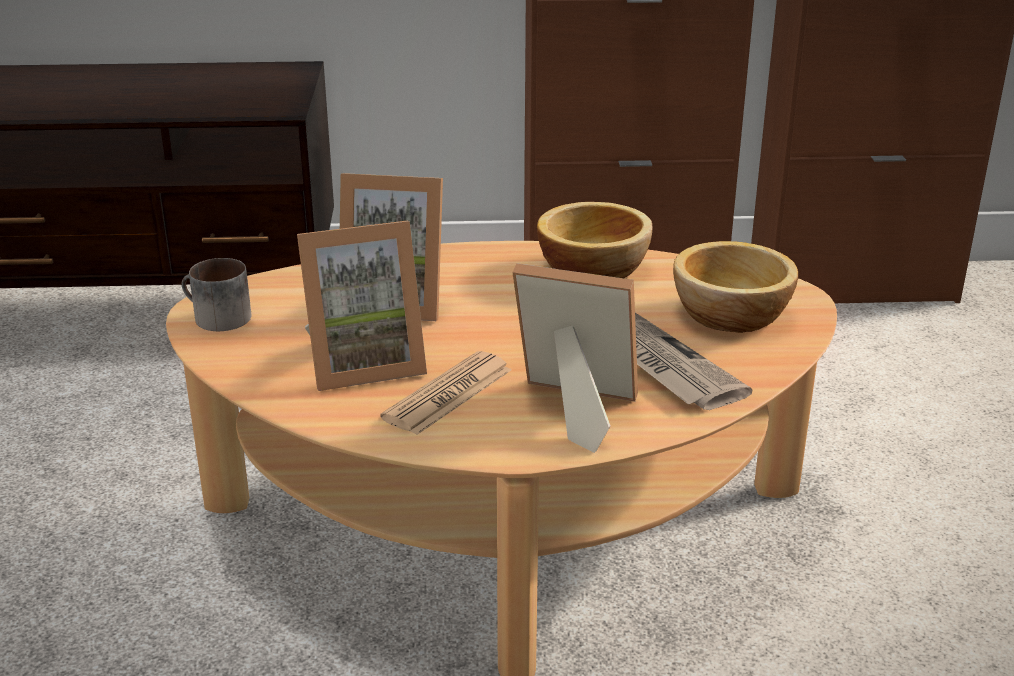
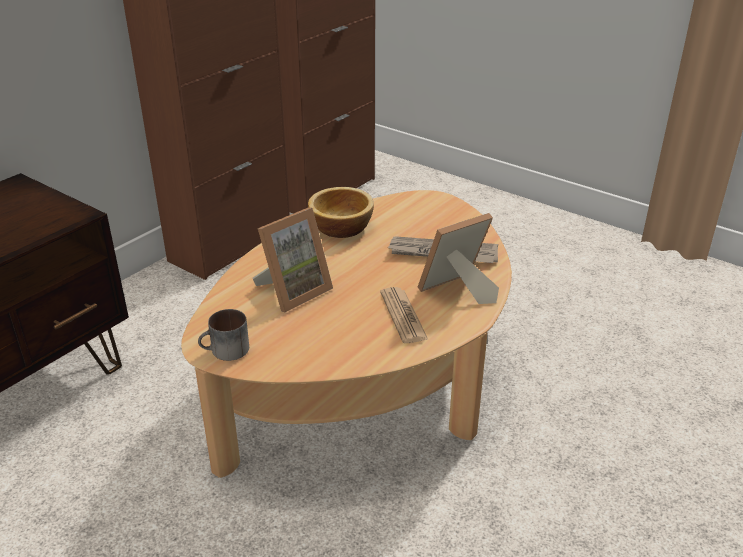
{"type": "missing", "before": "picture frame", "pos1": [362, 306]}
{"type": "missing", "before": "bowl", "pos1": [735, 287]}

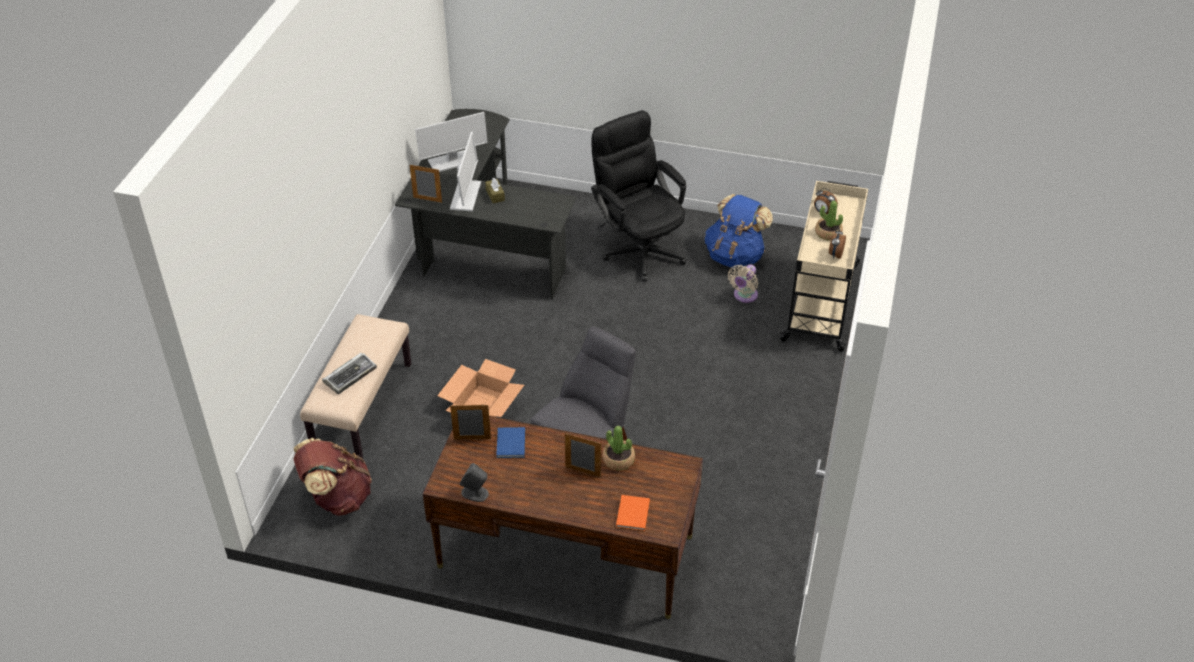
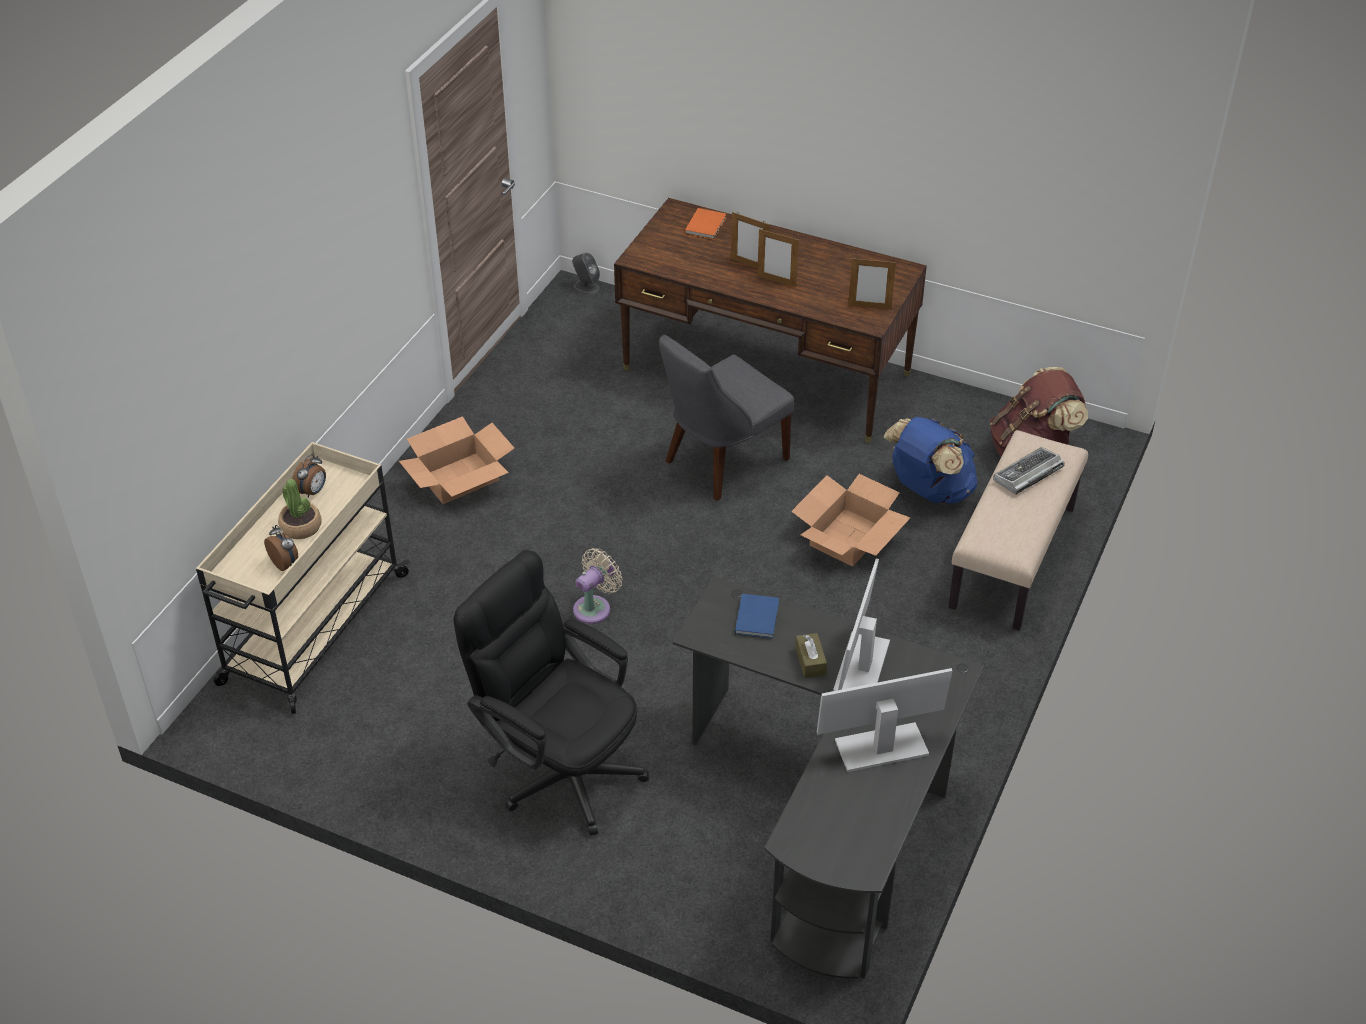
{"type": "relocated", "before": "picture frame", "pos1": [426, 183], "pos2": [778, 258]}
{"type": "relocated", "before": "speaker in grey", "pos1": [474, 482], "pos2": [586, 274]}
{"type": "relocated", "before": "book in blue", "pos1": [510, 442], "pos2": [757, 616]}
{"type": "spun", "before": "office chair in black", "pos1": [639, 196], "pos2": [551, 693], "turn": 150}
{"type": "missing", "before": "potted plant", "pos1": [618, 448]}
{"type": "relocated", "before": "backpack in blue", "pos1": [739, 231], "pos2": [931, 460]}
{"type": "relocated", "before": "fan in beige", "pos1": [743, 284], "pos2": [597, 586]}
{"type": "appeared", "after": "cardboard box", "pos2": [456, 460]}

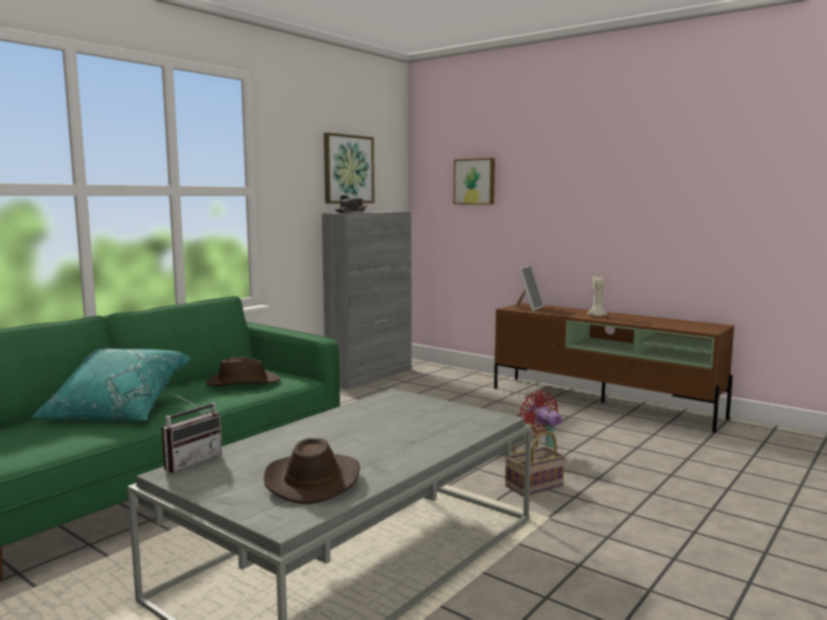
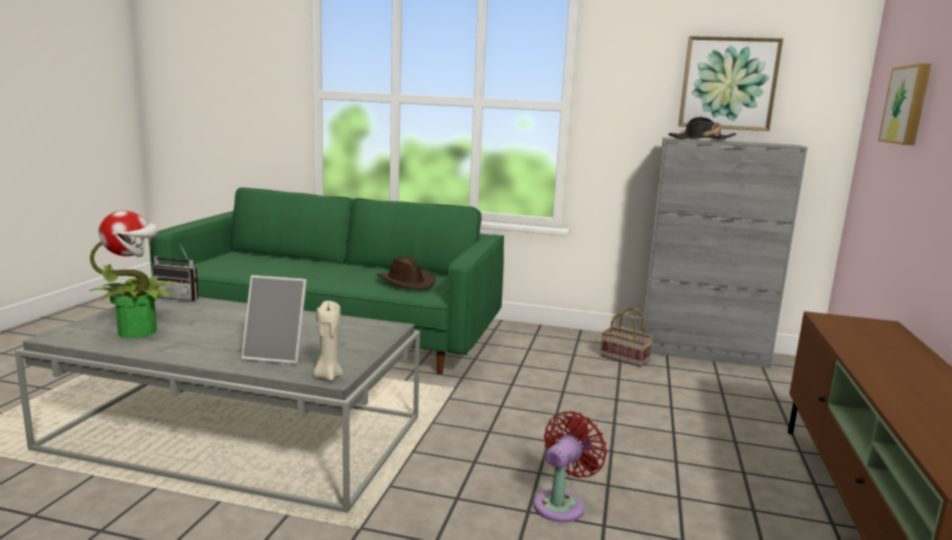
{"type": "missing", "before": "pillow in turquoise", "pos1": [111, 385]}
{"type": "exchanged", "before": "hat in brown", "after": "potted plant", "pos1": [312, 471], "pos2": [133, 274]}
{"type": "relocated", "before": "basket", "pos1": [535, 459], "pos2": [626, 337]}
{"type": "relocated", "before": "picture frame", "pos1": [529, 288], "pos2": [274, 319]}
{"type": "relocated", "before": "candle in beige", "pos1": [597, 296], "pos2": [328, 341]}

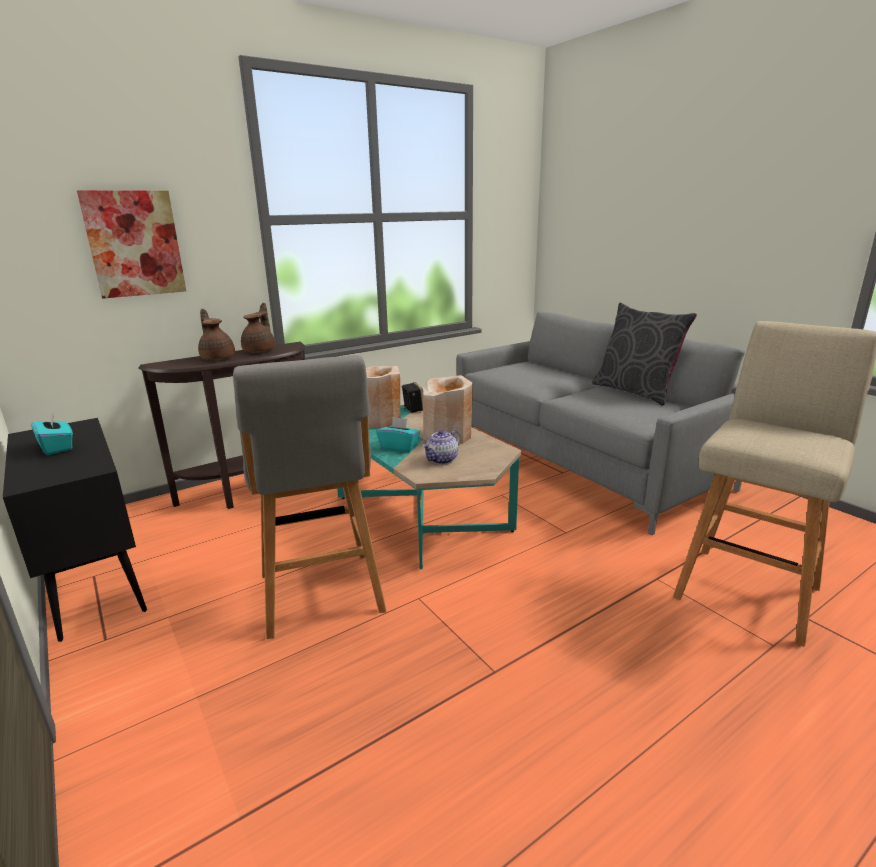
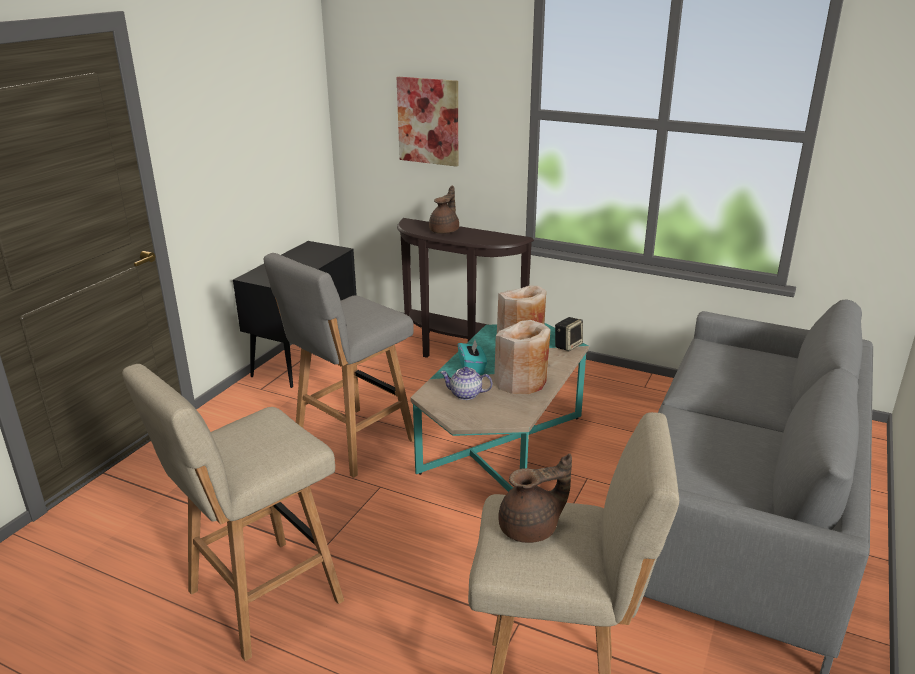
{"type": "missing", "before": "tissue box in turquoise", "pos1": [52, 433]}
{"type": "relocated", "before": "teapot in brown", "pos1": [258, 328], "pos2": [535, 498]}
{"type": "missing", "before": "pillow in grey", "pos1": [644, 354]}
{"type": "appeared", "after": "stool in beige", "pos2": [233, 512]}

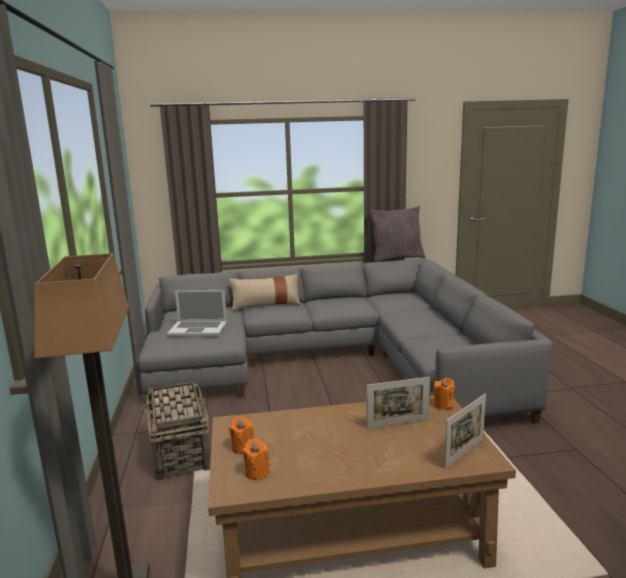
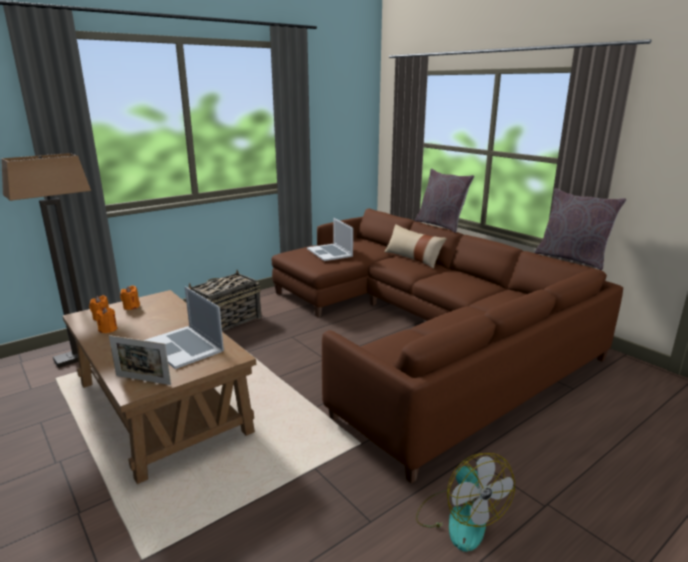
{"type": "colour", "before": "sofa in grey", "after": "sofa in brown", "pos1": [345, 341], "pos2": [447, 345]}
{"type": "exchanged", "before": "picture frame", "after": "laptop", "pos1": [398, 403], "pos2": [184, 327]}
{"type": "relocated", "before": "candle in orange", "pos1": [443, 394], "pos2": [106, 320]}
{"type": "appeared", "after": "pillow in grey", "pos2": [444, 200]}
{"type": "appeared", "after": "fan", "pos2": [465, 502]}

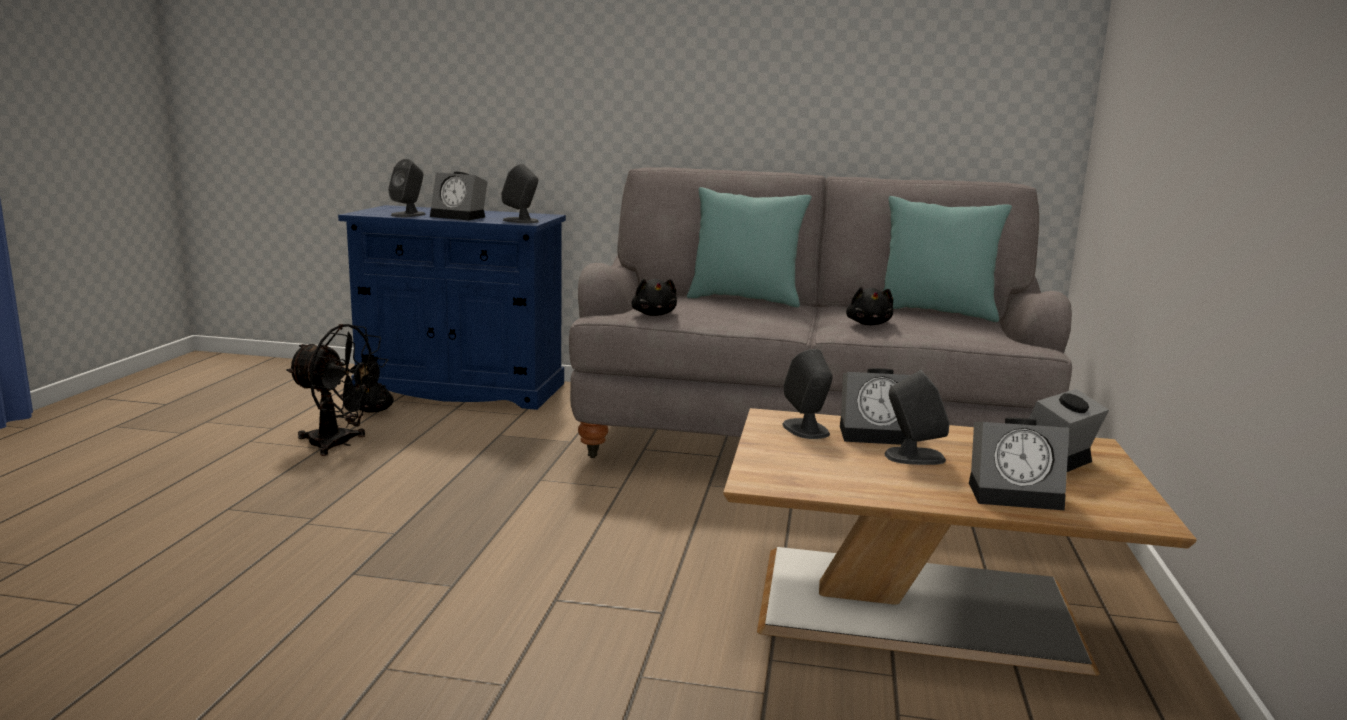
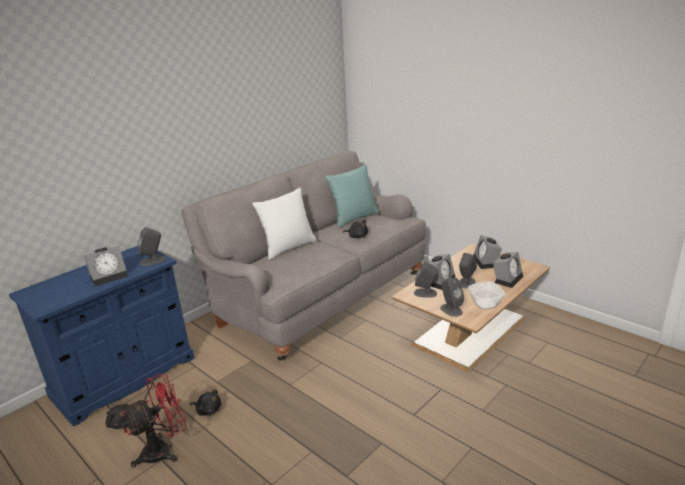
{"type": "colour", "before": "fan in black", "after": "fan in red", "pos1": [337, 390], "pos2": [153, 421]}
{"type": "relocated", "before": "speaker in grey", "pos1": [407, 188], "pos2": [452, 297]}
{"type": "relocated", "before": "plush toy in black", "pos1": [654, 297], "pos2": [205, 402]}
{"type": "colour", "before": "pillow in turquoise", "after": "pillow in white", "pos1": [749, 247], "pos2": [285, 224]}
{"type": "appeared", "after": "bowl", "pos2": [486, 296]}

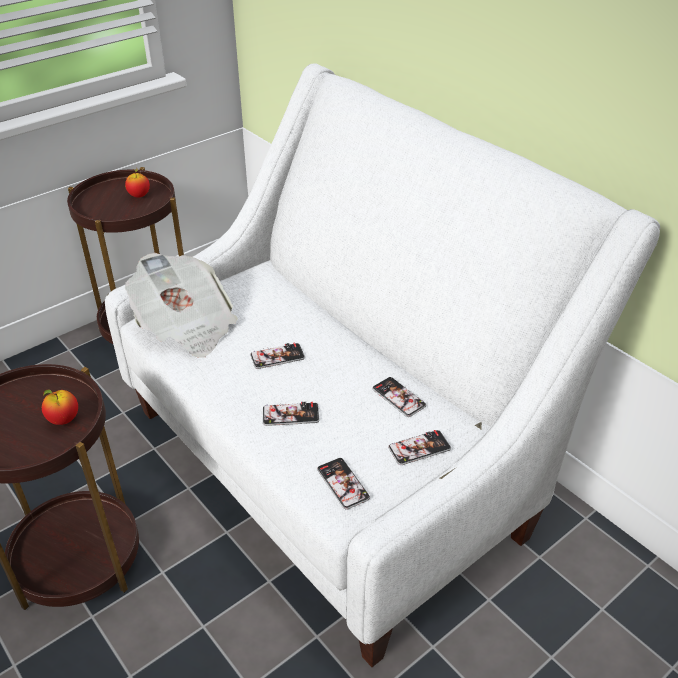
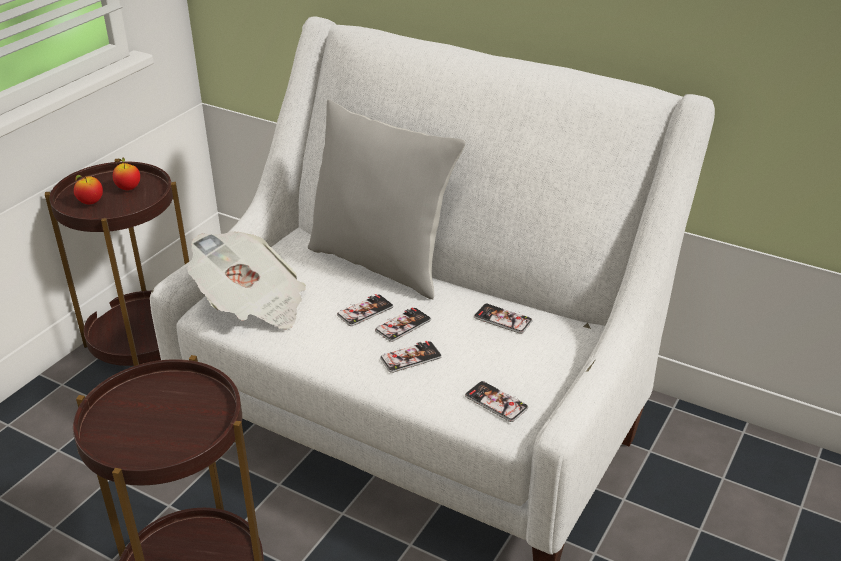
{"type": "relocated", "before": "apple", "pos1": [60, 407], "pos2": [88, 189]}
{"type": "relocated", "before": "phone", "pos1": [419, 447], "pos2": [403, 325]}
{"type": "appeared", "after": "pillow in grey", "pos2": [387, 199]}

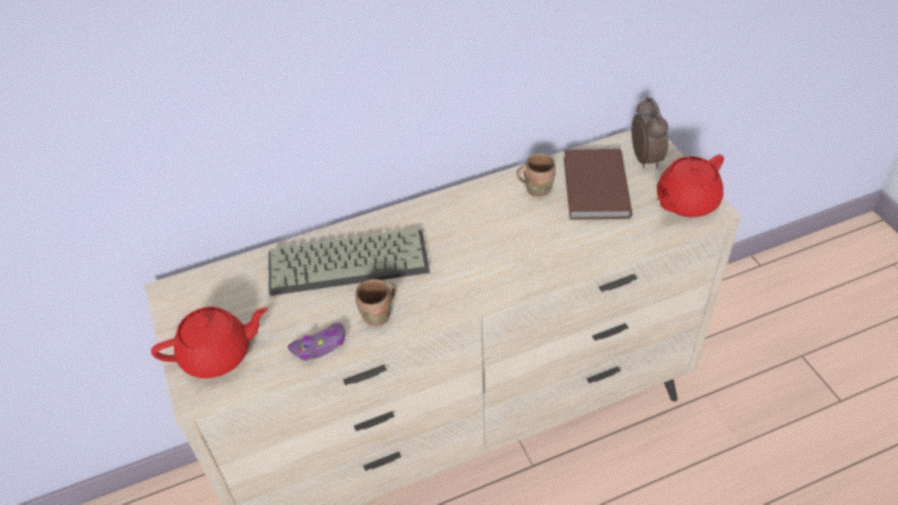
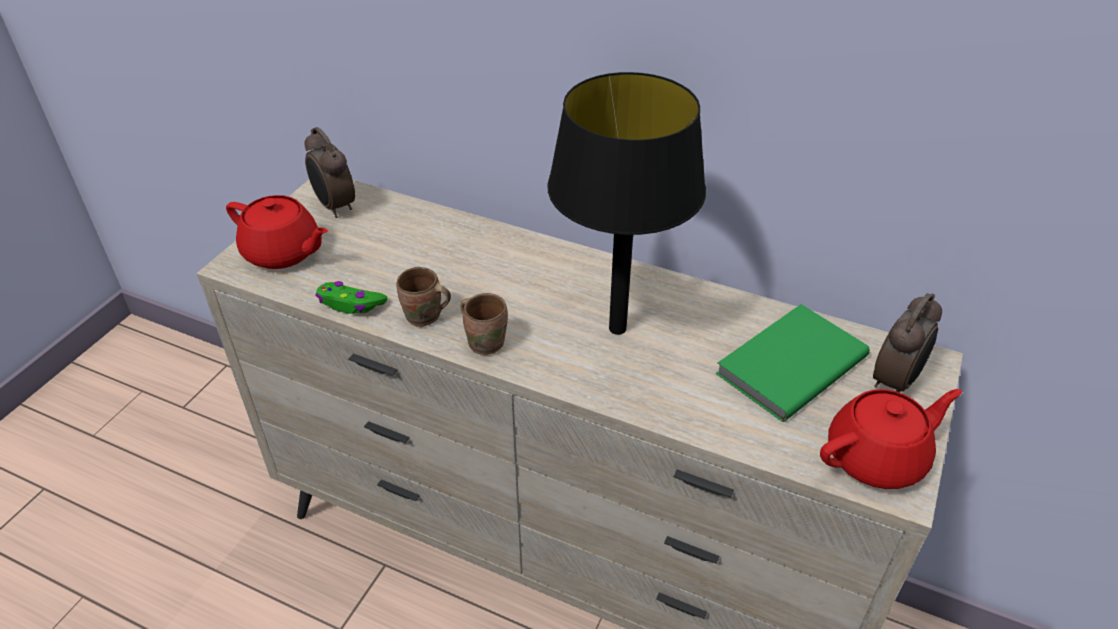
{"type": "missing", "before": "keyboard", "pos1": [349, 262]}
{"type": "colour", "before": "game controller in purple", "after": "game controller in green", "pos1": [316, 342], "pos2": [352, 297]}
{"type": "relocated", "before": "mug in brown", "pos1": [536, 175], "pos2": [484, 324]}
{"type": "colour", "before": "book in brown", "after": "book in green", "pos1": [598, 184], "pos2": [792, 363]}
{"type": "spun", "before": "teapot in red", "pos1": [690, 185], "pos2": [891, 439], "turn": 150}
{"type": "appeared", "after": "alarm clock", "pos2": [330, 172]}
{"type": "appeared", "after": "table lamp in black", "pos2": [626, 203]}

